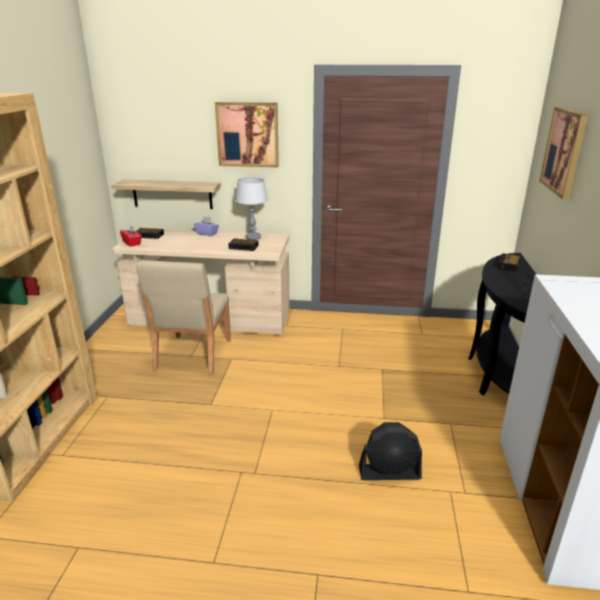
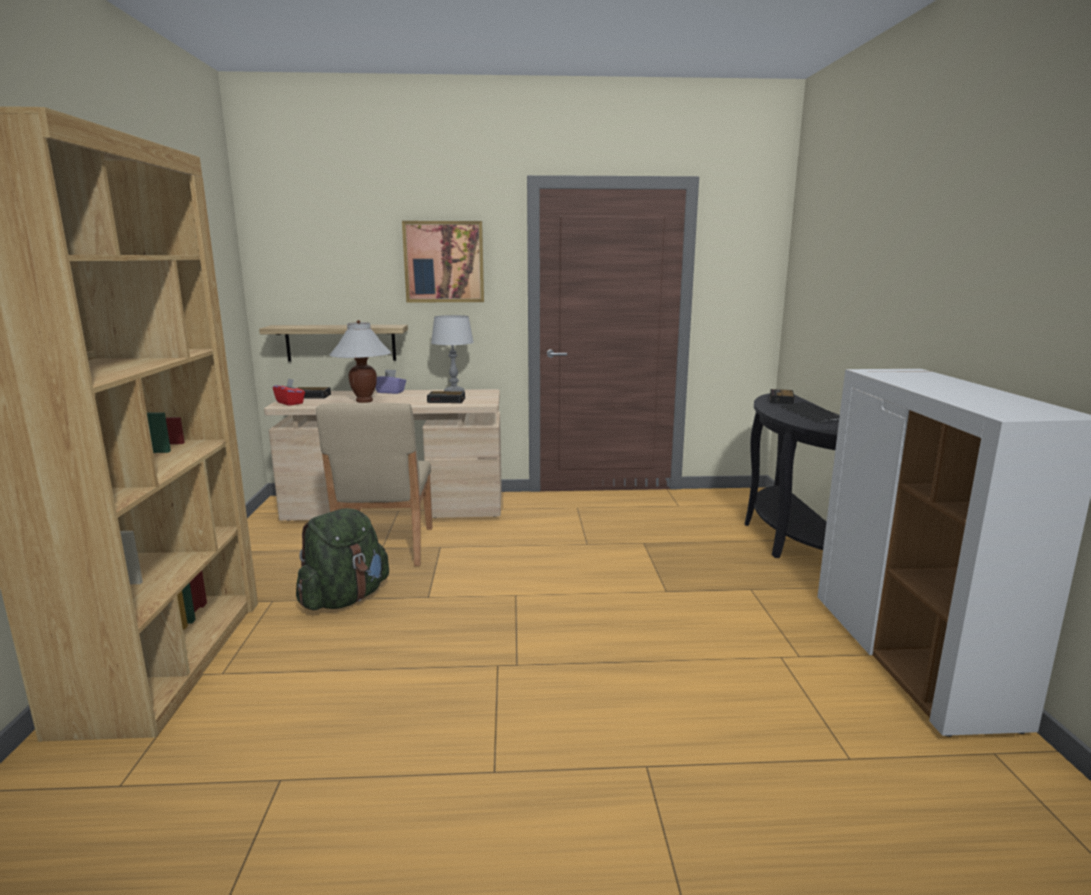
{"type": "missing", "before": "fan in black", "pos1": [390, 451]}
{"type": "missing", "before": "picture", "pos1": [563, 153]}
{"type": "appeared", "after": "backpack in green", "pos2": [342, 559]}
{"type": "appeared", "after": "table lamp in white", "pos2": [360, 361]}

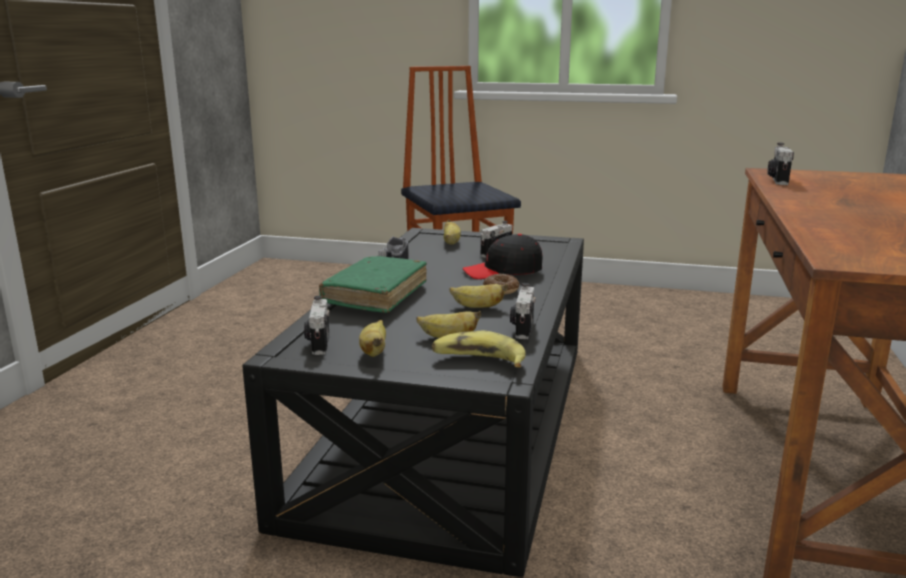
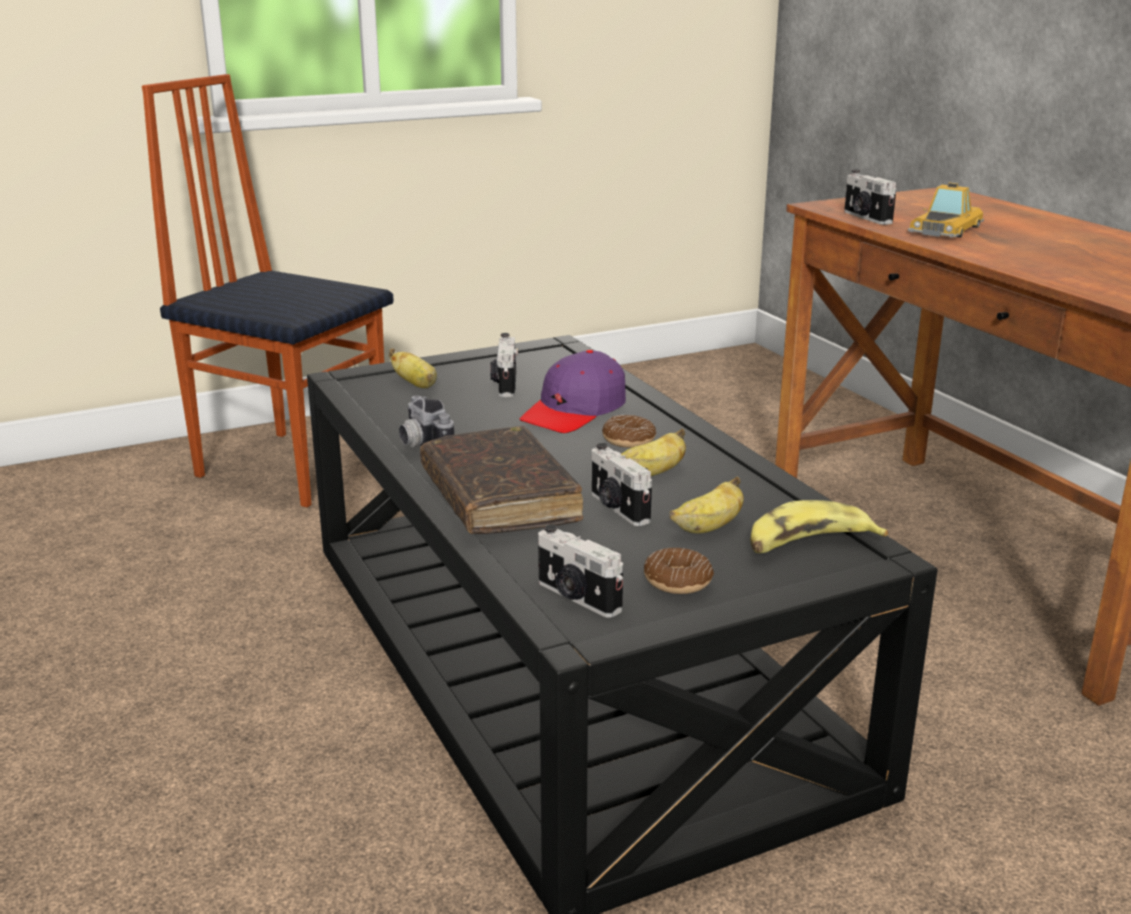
{"type": "colour", "before": "book in green", "after": "book in brown", "pos1": [373, 284], "pos2": [501, 480]}
{"type": "exchanged", "before": "banana", "after": "donut", "pos1": [372, 338], "pos2": [679, 571]}
{"type": "colour", "before": "cap in black", "after": "cap in purple", "pos1": [503, 256], "pos2": [572, 391]}
{"type": "relocated", "before": "photo camera", "pos1": [523, 311], "pos2": [622, 484]}
{"type": "appeared", "after": "toy car", "pos2": [946, 210]}

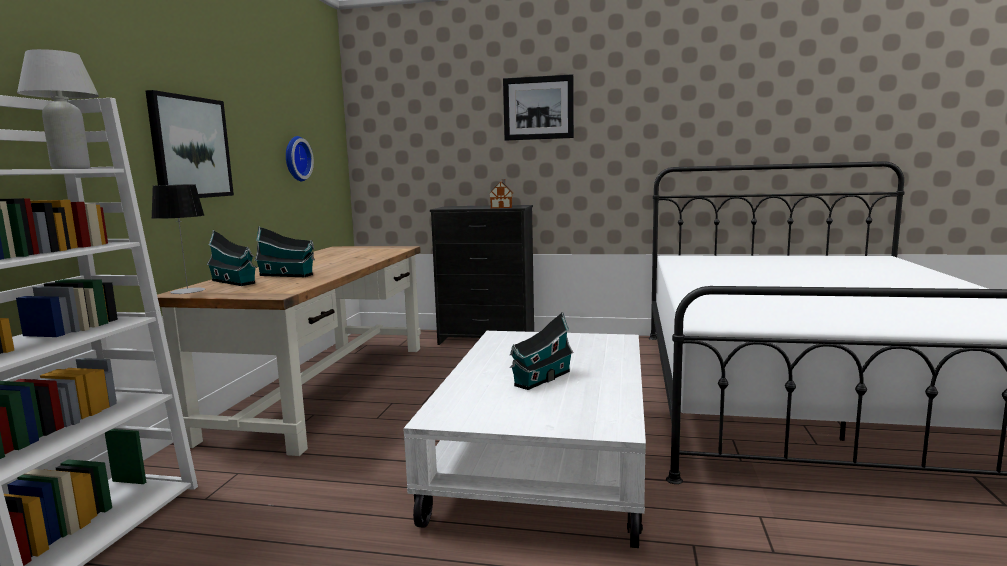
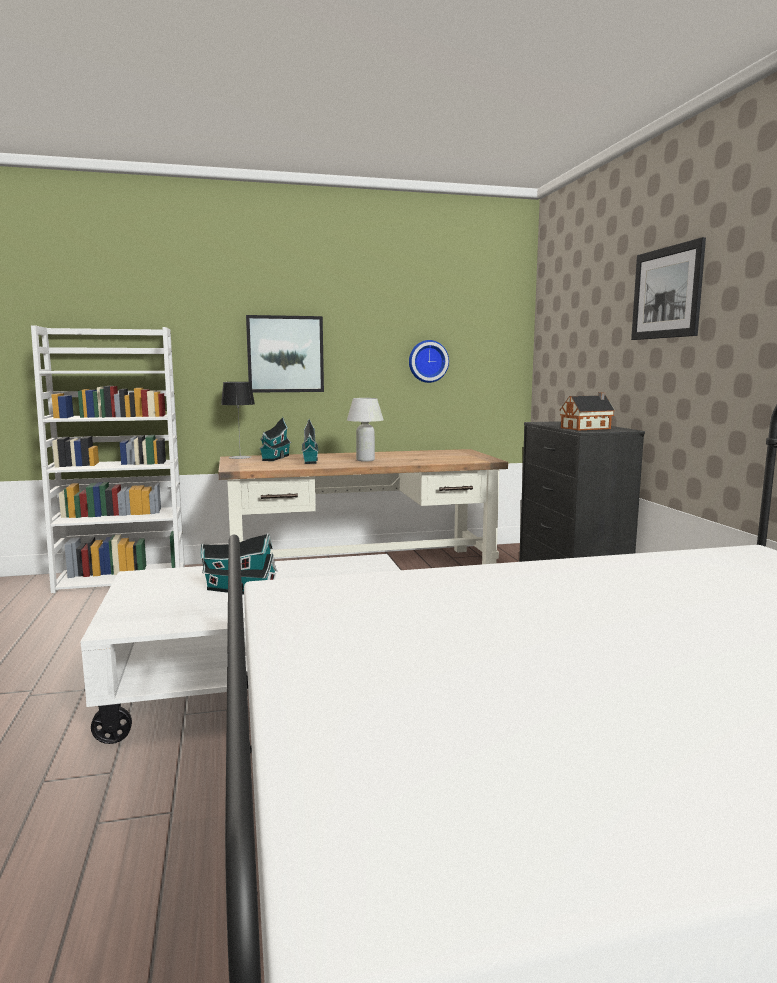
{"type": "relocated", "before": "table lamp in white", "pos1": [58, 109], "pos2": [365, 430]}

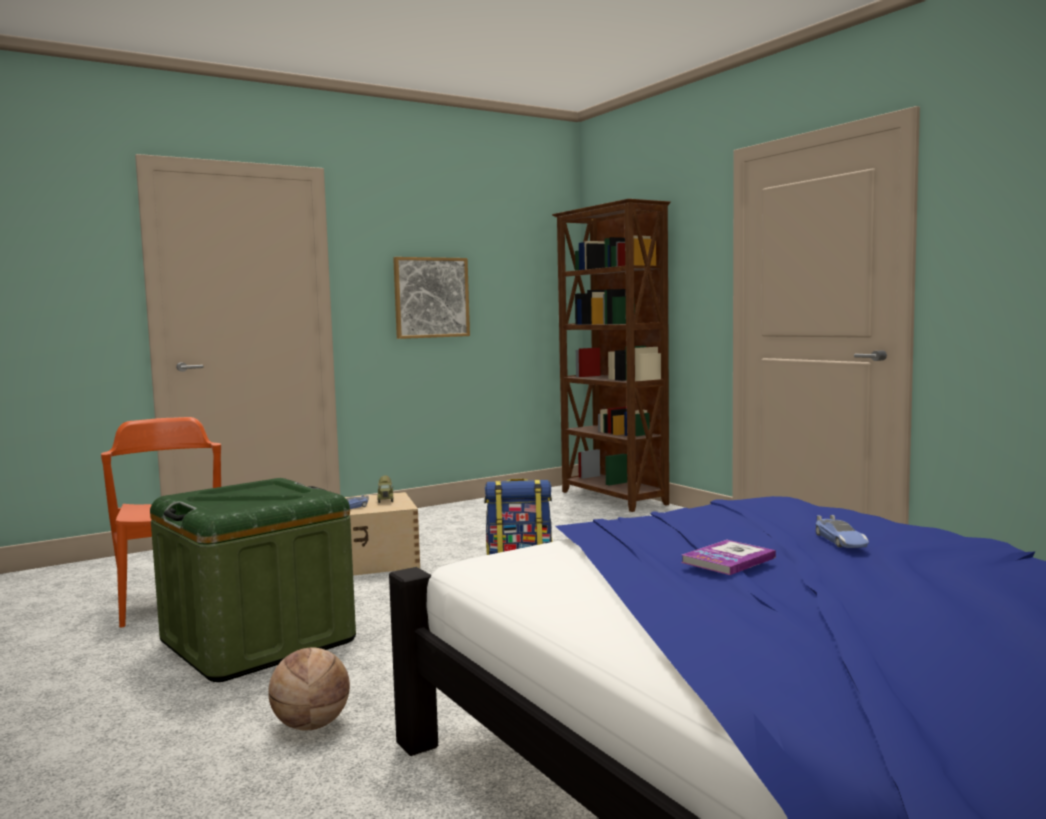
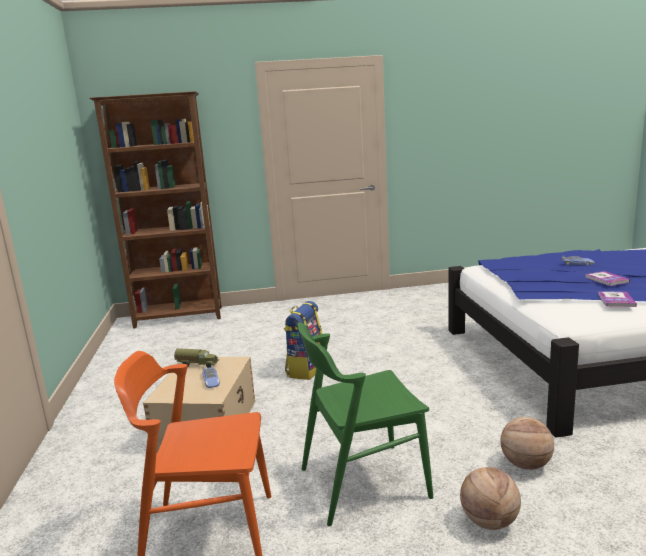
{"type": "exchanged", "before": "storage box in green", "after": "chair in green", "pos1": [253, 580], "pos2": [365, 424]}
{"type": "missing", "before": "picture", "pos1": [431, 298]}
{"type": "appeared", "after": "basketball", "pos2": [490, 498]}
{"type": "appeared", "after": "book", "pos2": [617, 299]}

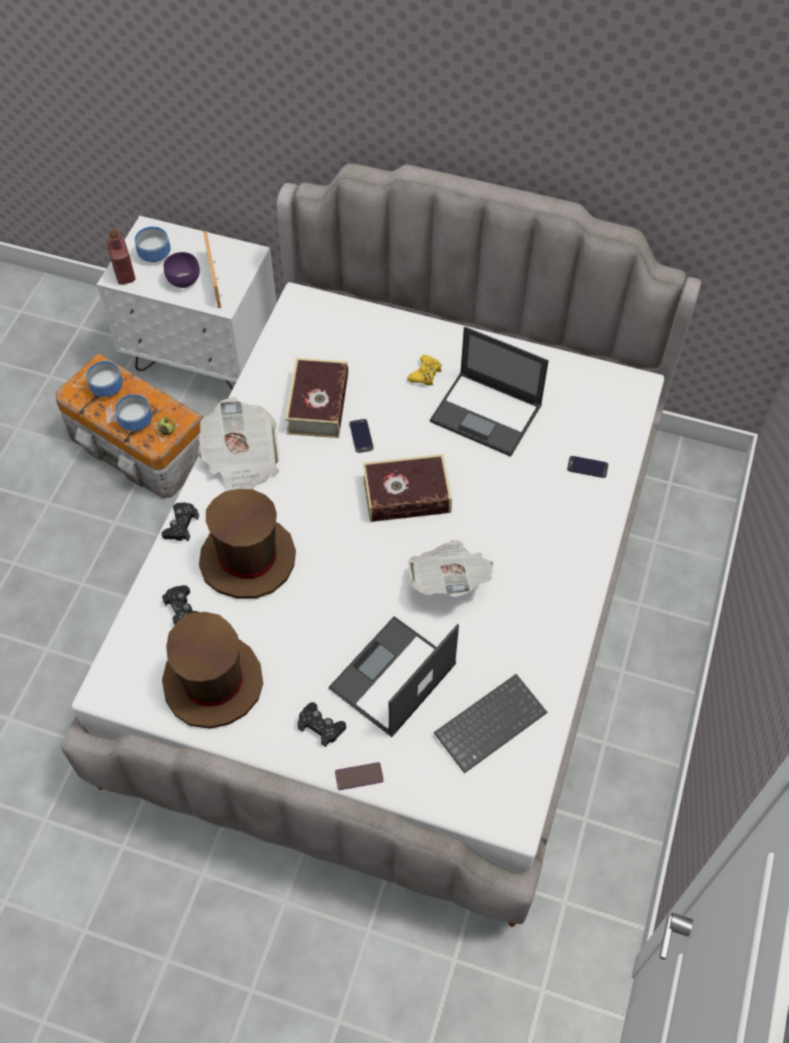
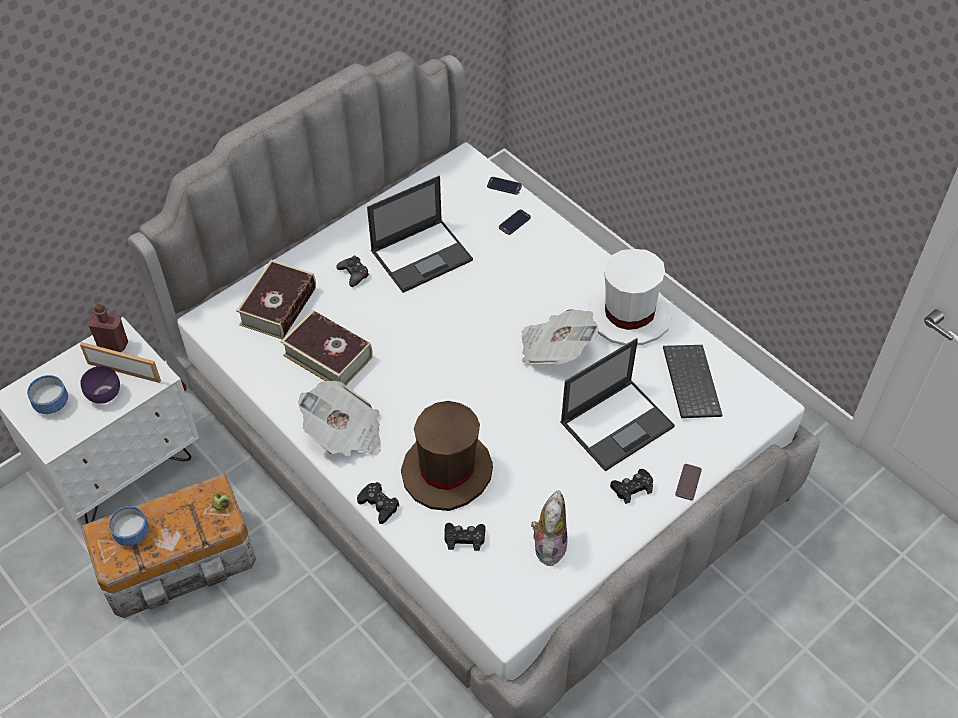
{"type": "relocated", "before": "bottle in red", "pos1": [121, 257], "pos2": [107, 328]}
{"type": "missing", "before": "bowl", "pos1": [133, 412]}
{"type": "exchanged", "before": "hat in brown", "after": "plush toy", "pos1": [212, 670], "pos2": [549, 528]}
{"type": "spun", "before": "laptop", "pos1": [393, 676], "pos2": [618, 404], "turn": -105}
{"type": "relocated", "before": "phone", "pos1": [361, 436], "pos2": [504, 186]}
{"type": "relocated", "before": "book", "pos1": [407, 488], "pos2": [276, 300]}
{"type": "colour", "before": "game controller in yellow", "after": "game controller in black", "pos1": [424, 370], "pos2": [352, 271]}
{"type": "appeared", "after": "hat in white", "pos2": [630, 297]}

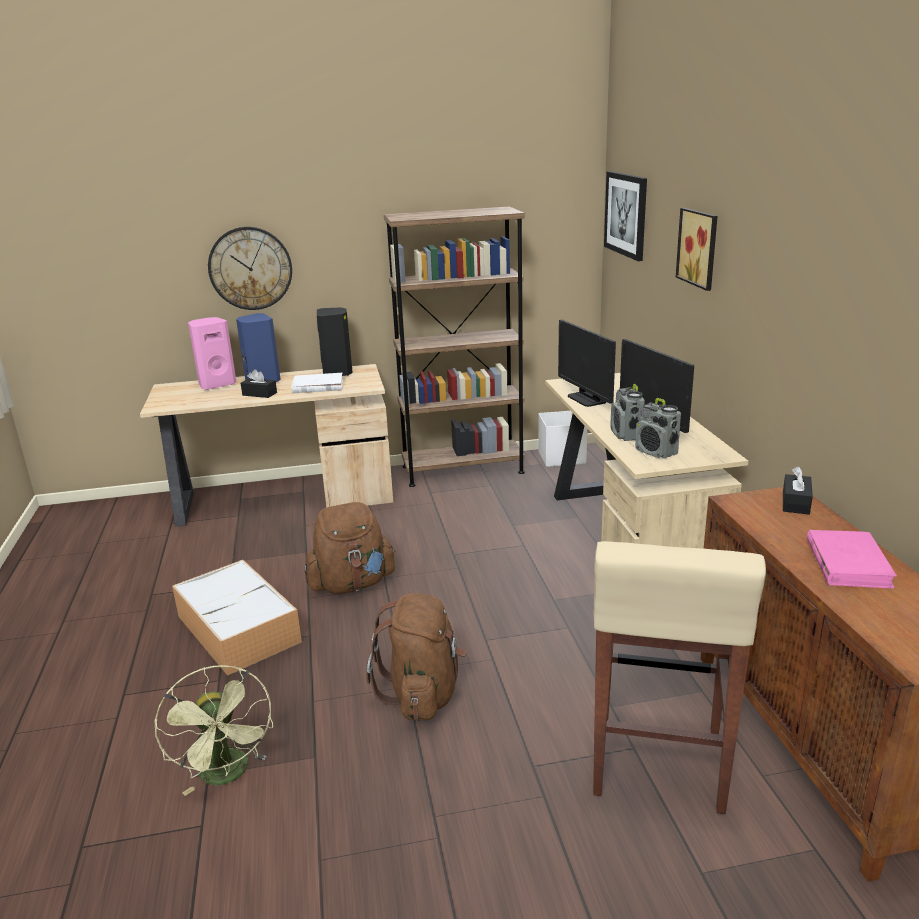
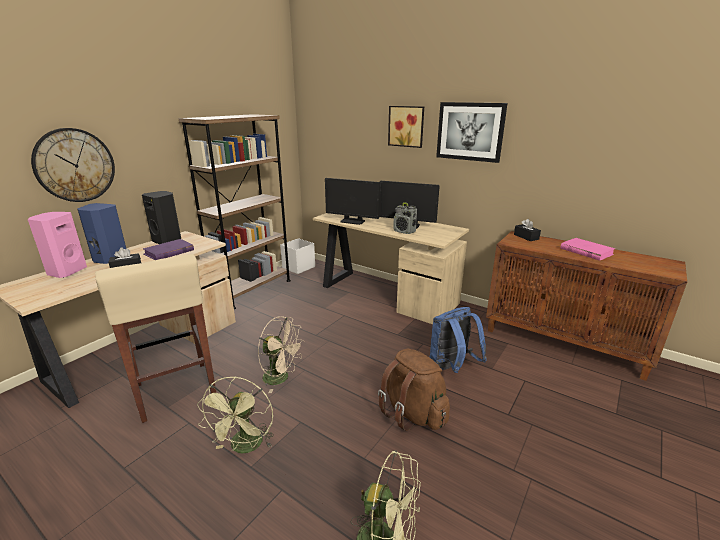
{"type": "exchanged", "before": "storage box", "after": "fan in green", "pos1": [237, 618], "pos2": [235, 414]}
{"type": "colour", "before": "book in white", "after": "book in purple", "pos1": [317, 383], "pos2": [168, 249]}
{"type": "exchanged", "before": "backpack in brown", "after": "fan in beige", "pos1": [350, 548], "pos2": [281, 354]}
{"type": "relocated", "before": "stool in beige", "pos1": [679, 677], "pos2": [155, 338]}
{"type": "relocated", "before": "picture", "pos1": [625, 216], "pos2": [472, 132]}
{"type": "missing", "before": "radio", "pos1": [658, 428]}
{"type": "appeared", "after": "backpack in blue", "pos2": [458, 340]}

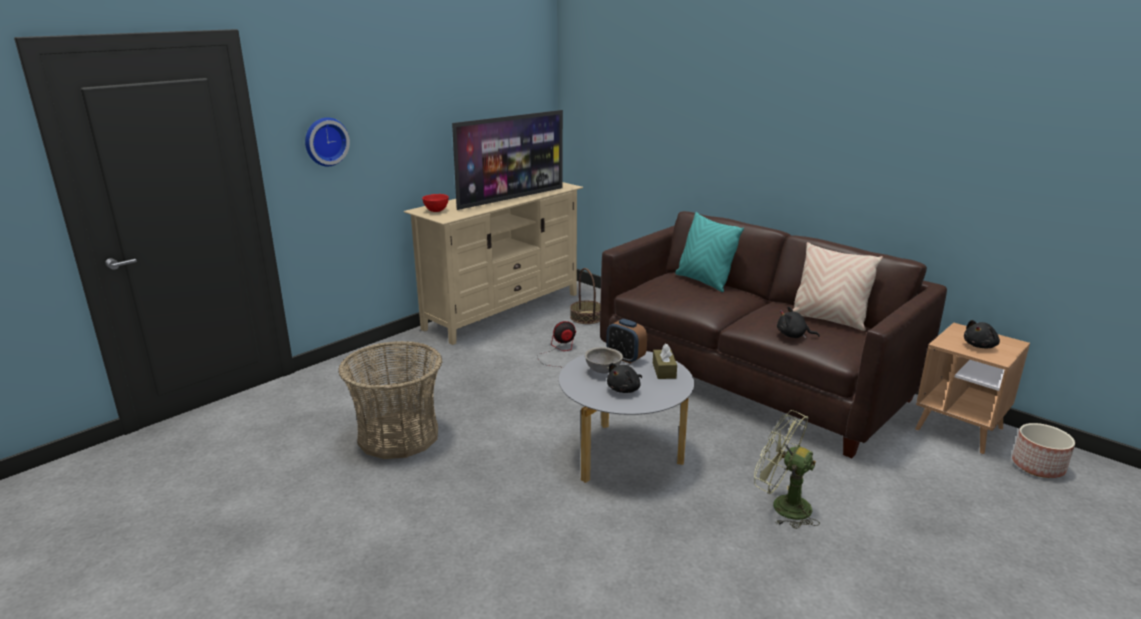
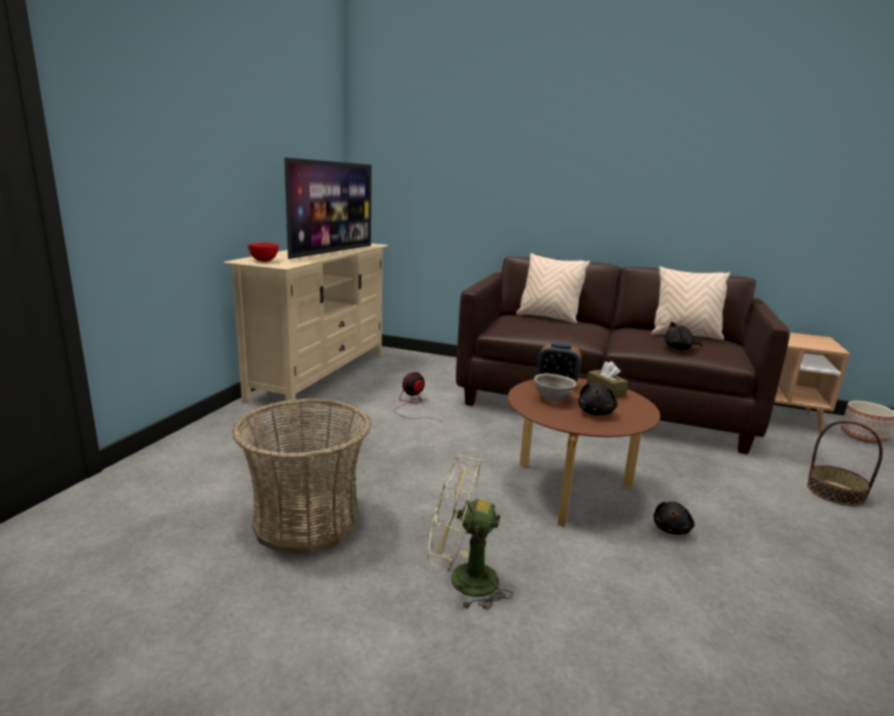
{"type": "missing", "before": "wall clock", "pos1": [327, 141]}
{"type": "colour", "before": "coffee table in grey", "after": "coffee table in brown", "pos1": [626, 417], "pos2": [584, 452]}
{"type": "relocated", "before": "basket", "pos1": [585, 296], "pos2": [845, 463]}
{"type": "colour", "before": "pillow in turquoise", "after": "pillow in beige", "pos1": [709, 252], "pos2": [553, 288]}
{"type": "relocated", "before": "fan in green", "pos1": [787, 469], "pos2": [470, 532]}
{"type": "relocated", "before": "plush toy in black", "pos1": [982, 334], "pos2": [674, 518]}

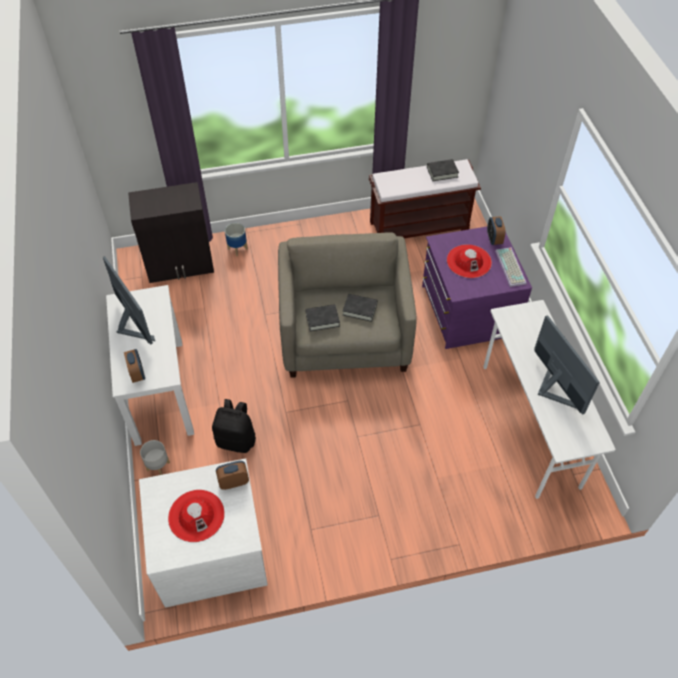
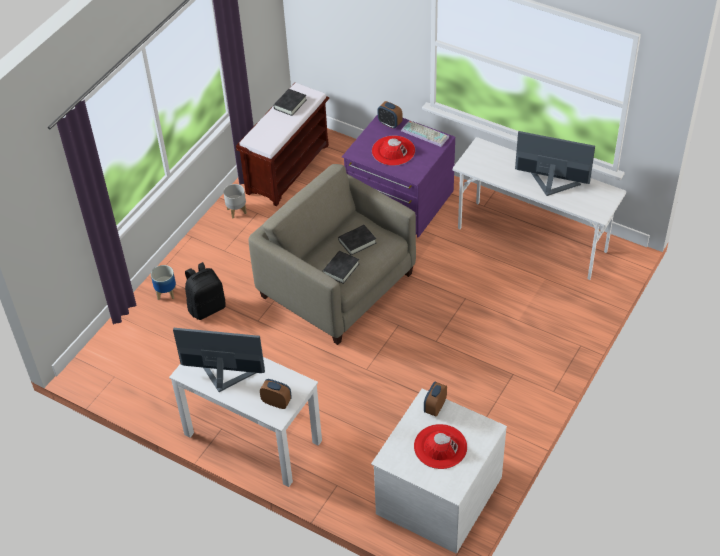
{"type": "missing", "before": "cabinet in black", "pos1": [171, 232]}
{"type": "relocated", "before": "planter in grey", "pos1": [155, 457], "pos2": [235, 201]}
{"type": "relocated", "before": "backpack in black", "pos1": [234, 426], "pos2": [205, 291]}

